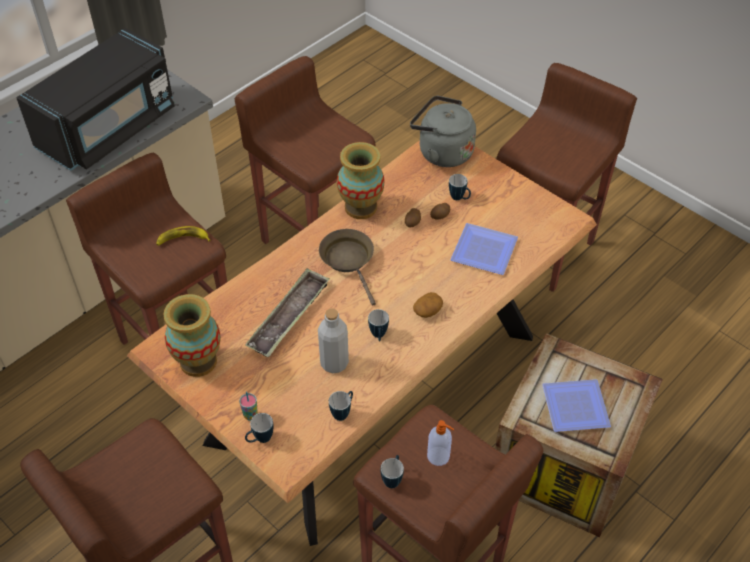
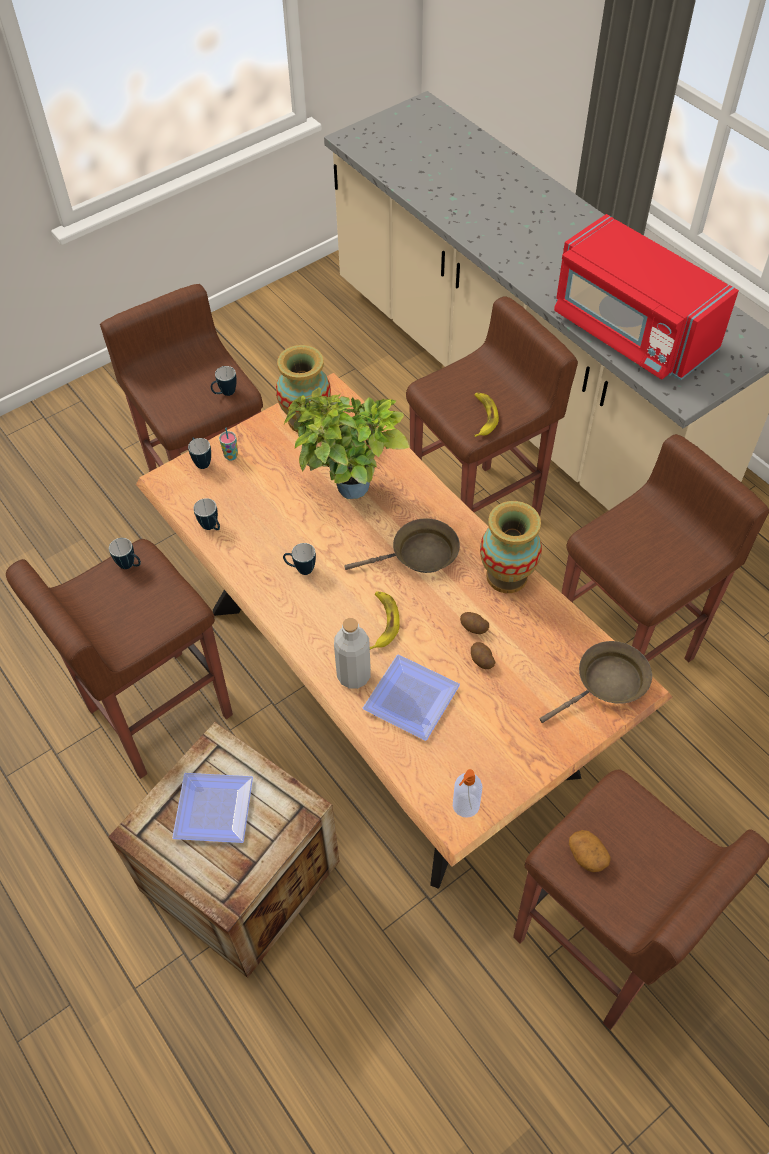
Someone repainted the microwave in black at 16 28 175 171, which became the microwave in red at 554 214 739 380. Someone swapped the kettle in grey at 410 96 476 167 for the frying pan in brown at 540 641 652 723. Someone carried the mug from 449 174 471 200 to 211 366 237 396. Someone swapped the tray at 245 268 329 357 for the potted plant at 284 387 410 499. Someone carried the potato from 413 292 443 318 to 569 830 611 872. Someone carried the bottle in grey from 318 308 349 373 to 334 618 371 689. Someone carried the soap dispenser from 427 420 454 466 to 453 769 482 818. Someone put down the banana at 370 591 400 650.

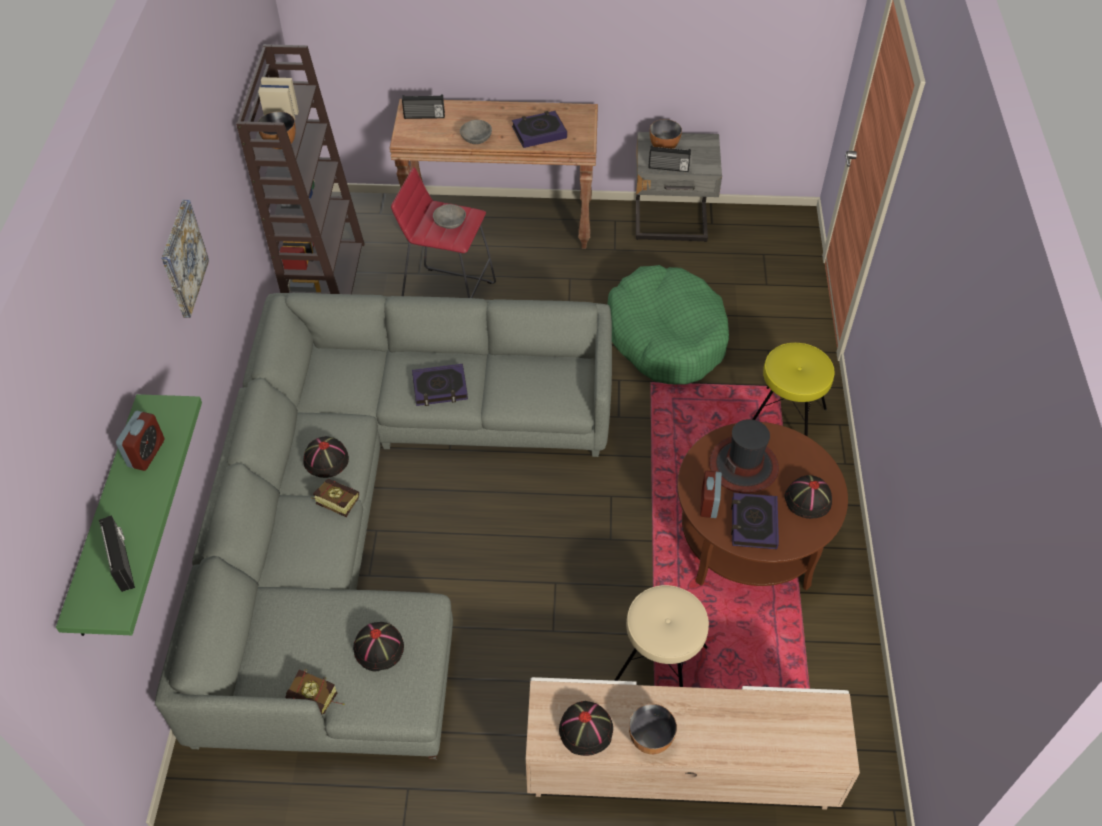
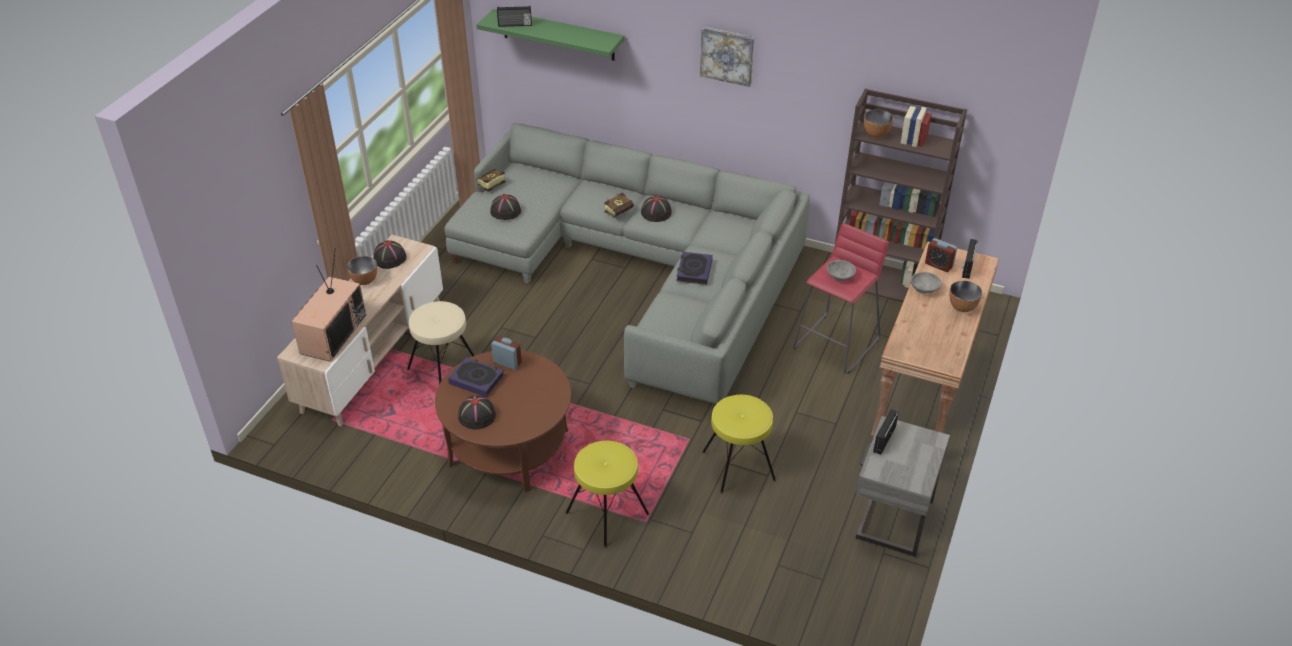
Someone took away the book at 512 111 567 148. Someone carried the bowl from 650 119 682 149 to 949 281 982 312. Someone swapped the dog bed in green at 607 265 729 385 for the stool in yellow at 702 395 776 494. Someone carried the alarm clock from 116 411 164 471 to 925 238 957 272. Someone took away the hat at 709 419 779 493. Someone put down the television at 291 248 366 362.

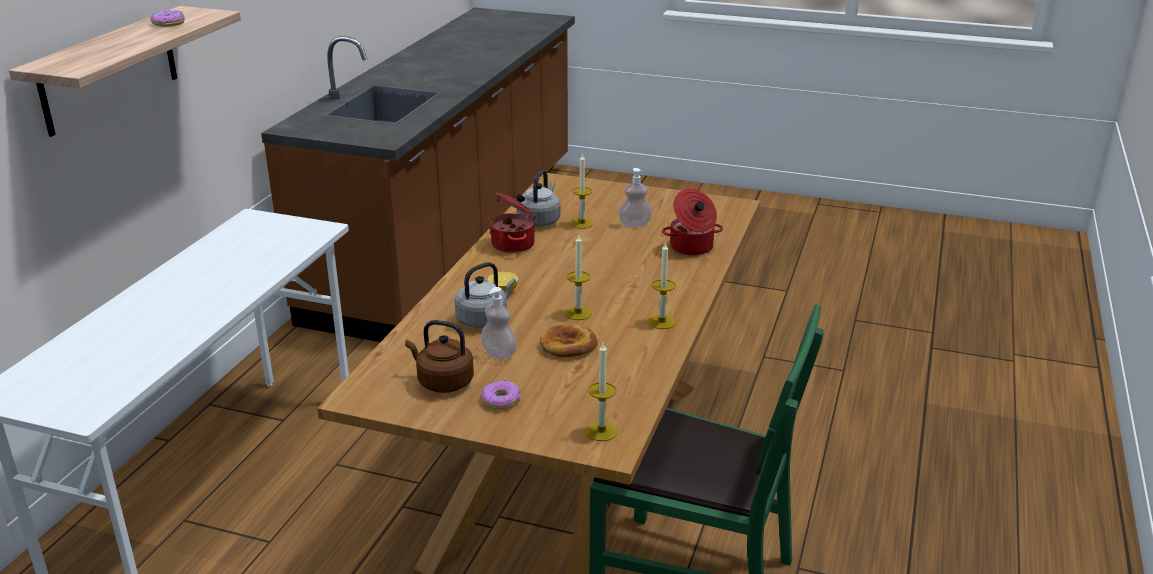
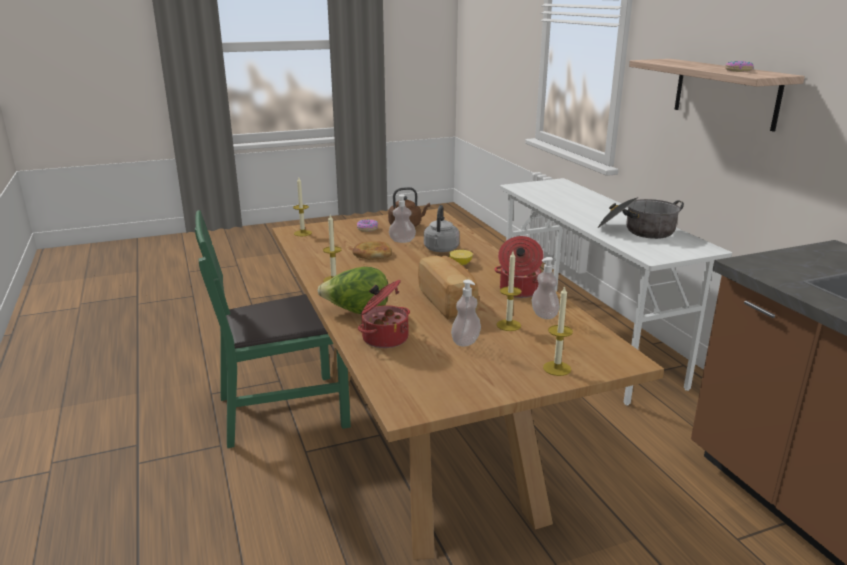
Someone swapped the kettle in grey at 517 170 561 227 for the soap dispenser at 531 257 560 319. Someone carried the candle from 565 234 592 320 to 543 286 573 376. Someone put down the cooking pot at 598 197 684 239. Someone put down the bread at 418 256 479 319. Someone put down the lettuce at 318 267 388 314.

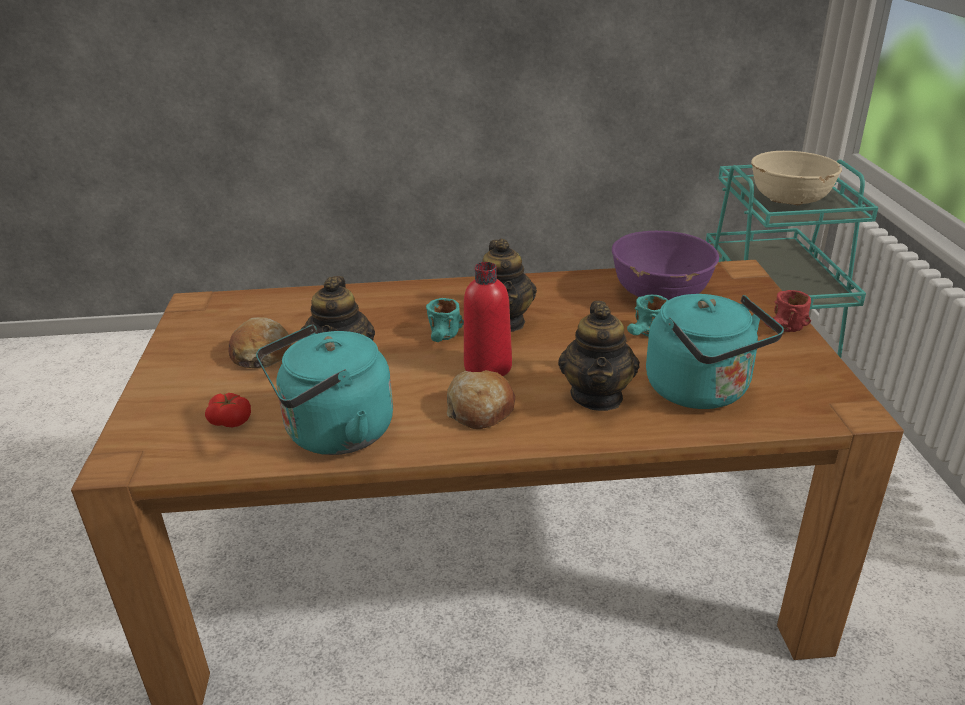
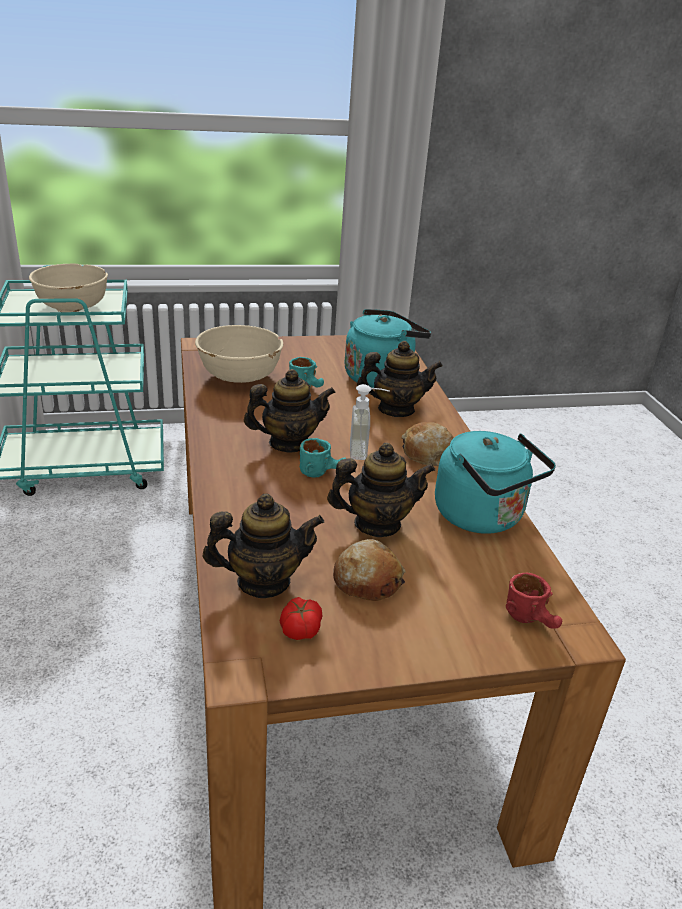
Someone repainted the bowl in purple at 612 231 719 300, which became the bowl in beige at 195 325 283 383. Someone swapped the bottle in red at 464 262 512 376 for the soap dispenser at 350 384 390 460. Someone carried the mug in red from 764 290 811 332 to 506 572 562 629. Someone carried the tomato from 205 393 251 427 to 280 597 322 640. Someone put down the teapot at 203 494 324 598.

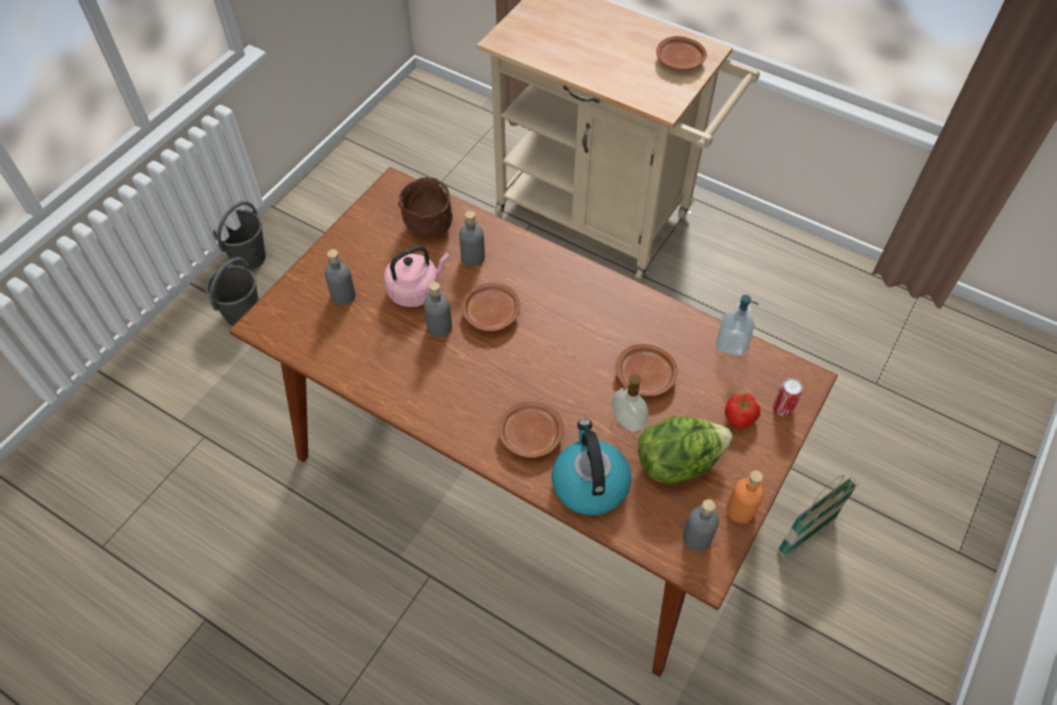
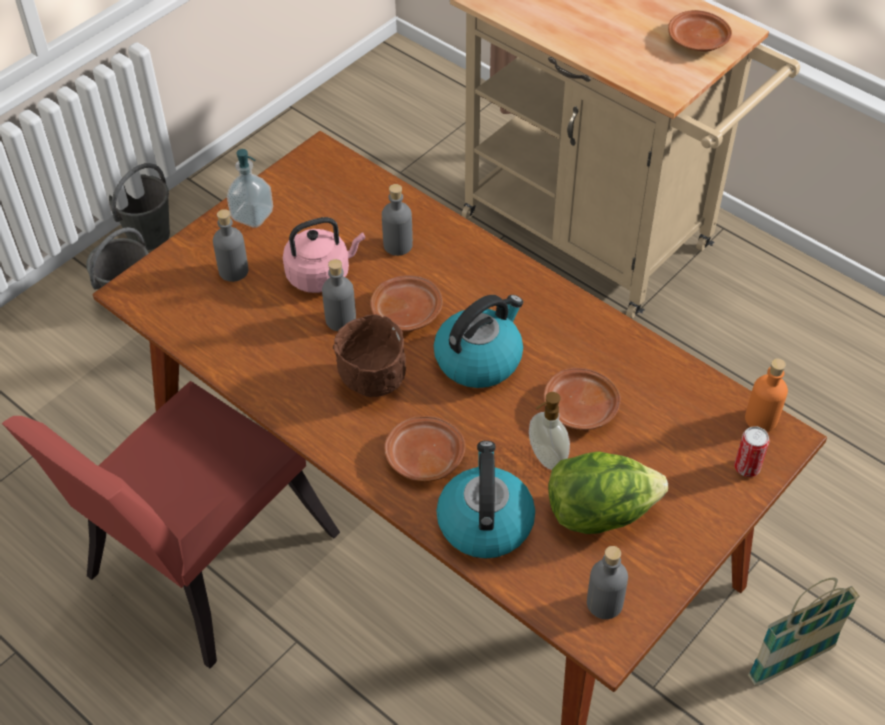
Someone carried the bowl in brown from 398 177 453 238 to 333 314 406 397. Someone carried the soap dispenser from 716 295 759 356 to 227 149 273 228. Someone took away the tomato at 725 393 760 429. Someone carried the bottle in orange from 726 470 764 523 to 745 358 788 432. Someone put down the kettle at 434 295 523 388. Someone put down the chair in red at 2 381 340 669.

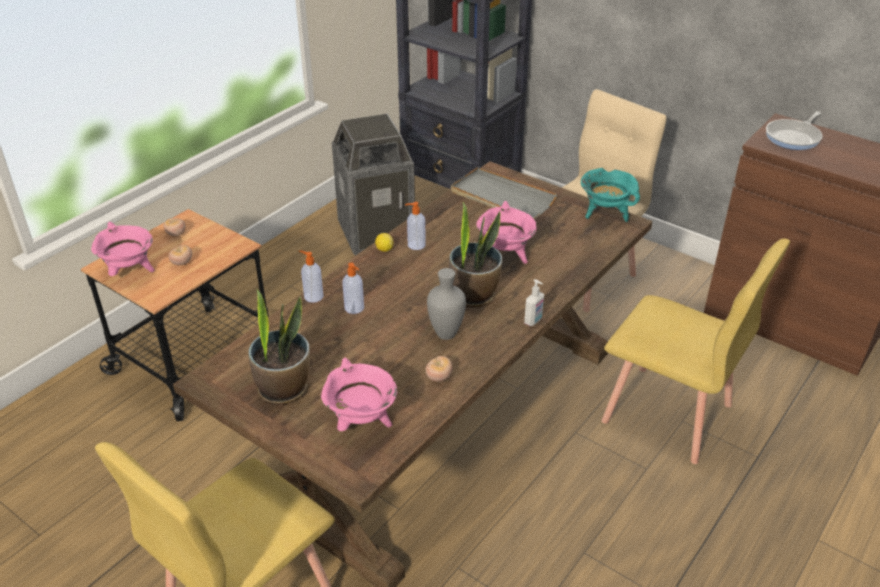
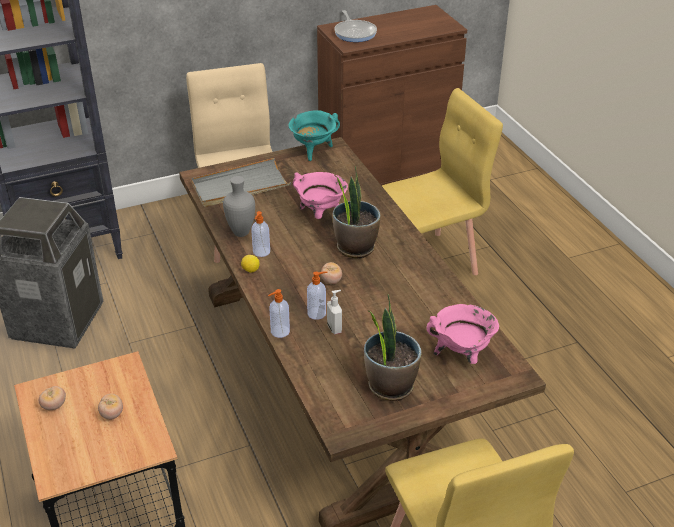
Someone took away the cooking pot in pink at 91 221 155 276. Someone carried the vase in grey from 427 268 466 340 to 223 176 255 237. Someone carried the soap dispenser from 524 279 544 326 to 327 290 342 334. Someone carried the tomato from 425 356 453 382 to 321 262 342 284.

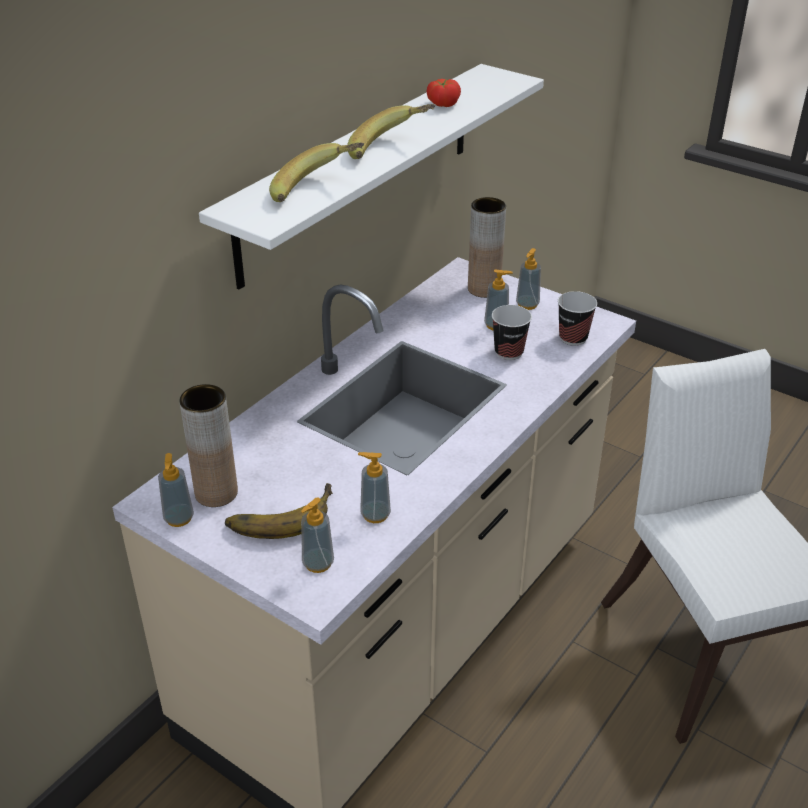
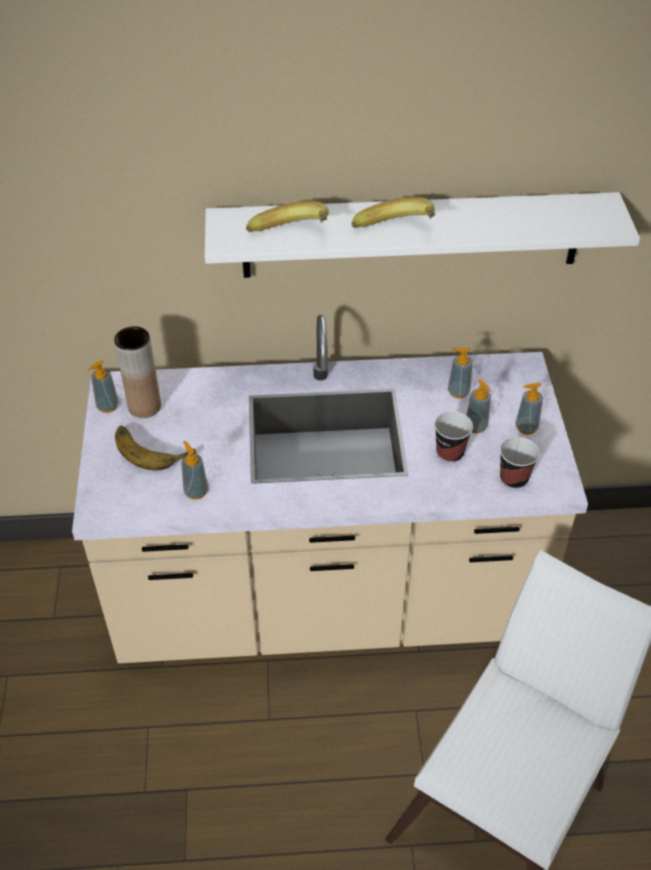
Someone took away the tomato at 427 79 461 107. Someone took away the vase in brown at 468 197 506 298. Someone carried the soap dispenser from 301 497 334 573 to 448 347 473 399.

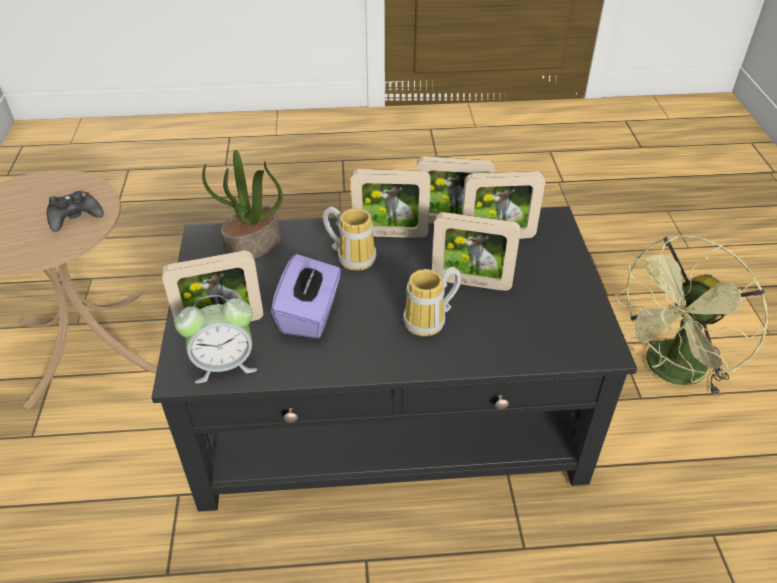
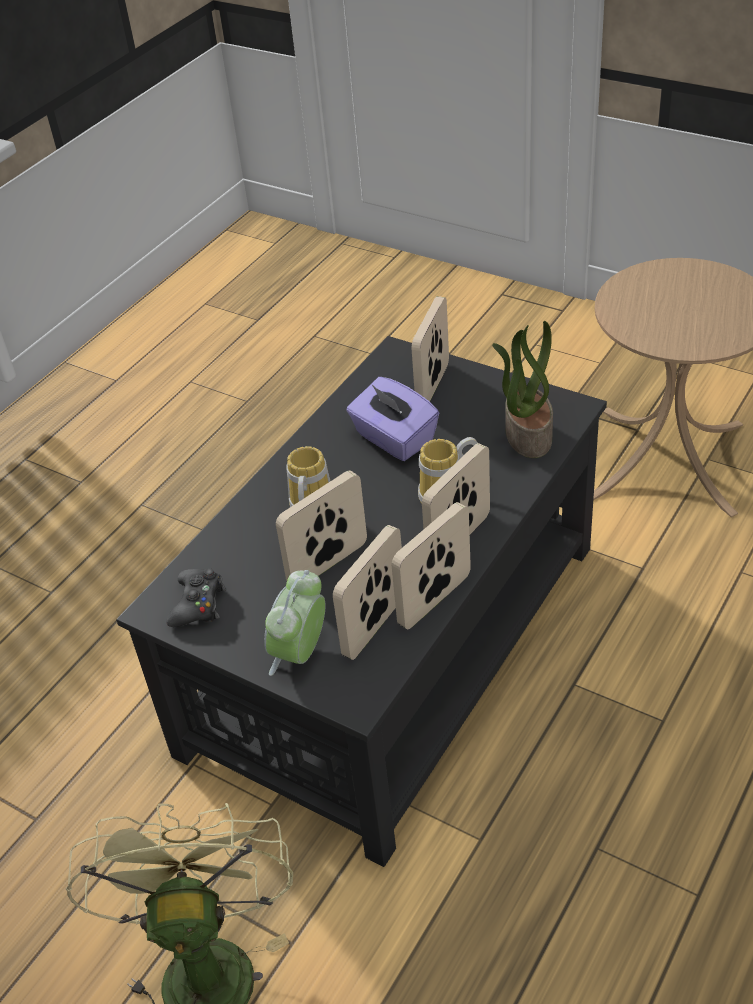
Someone carried the game controller in black from 47 190 104 232 to 166 568 226 627. Someone carried the alarm clock from 175 295 257 383 to 264 570 326 676.

